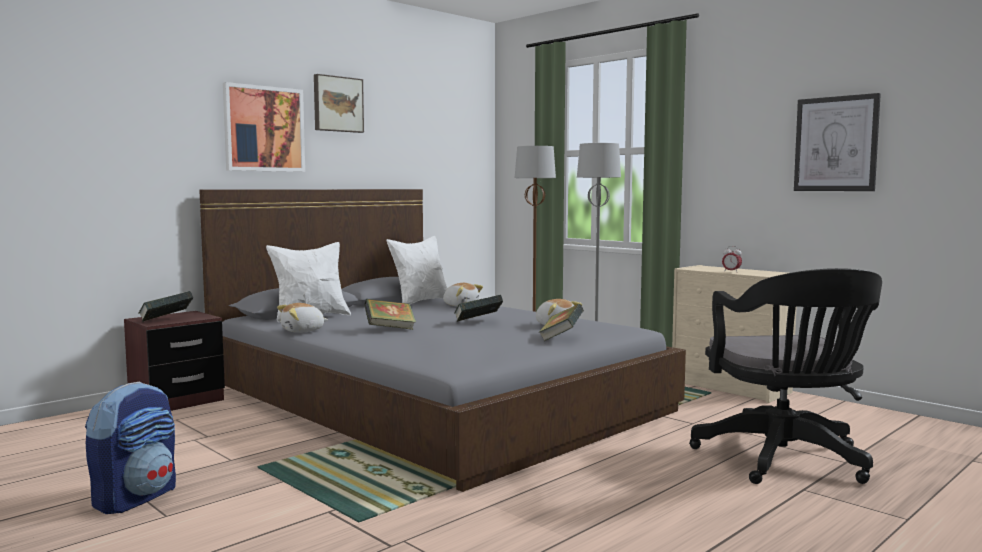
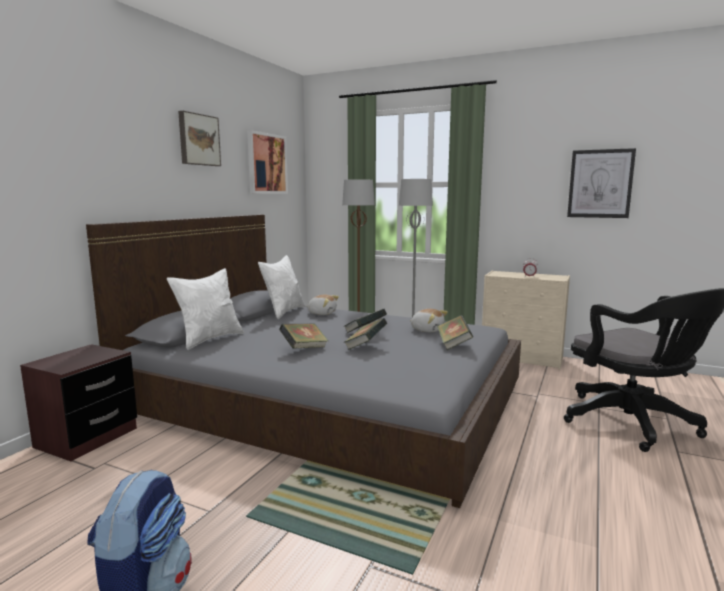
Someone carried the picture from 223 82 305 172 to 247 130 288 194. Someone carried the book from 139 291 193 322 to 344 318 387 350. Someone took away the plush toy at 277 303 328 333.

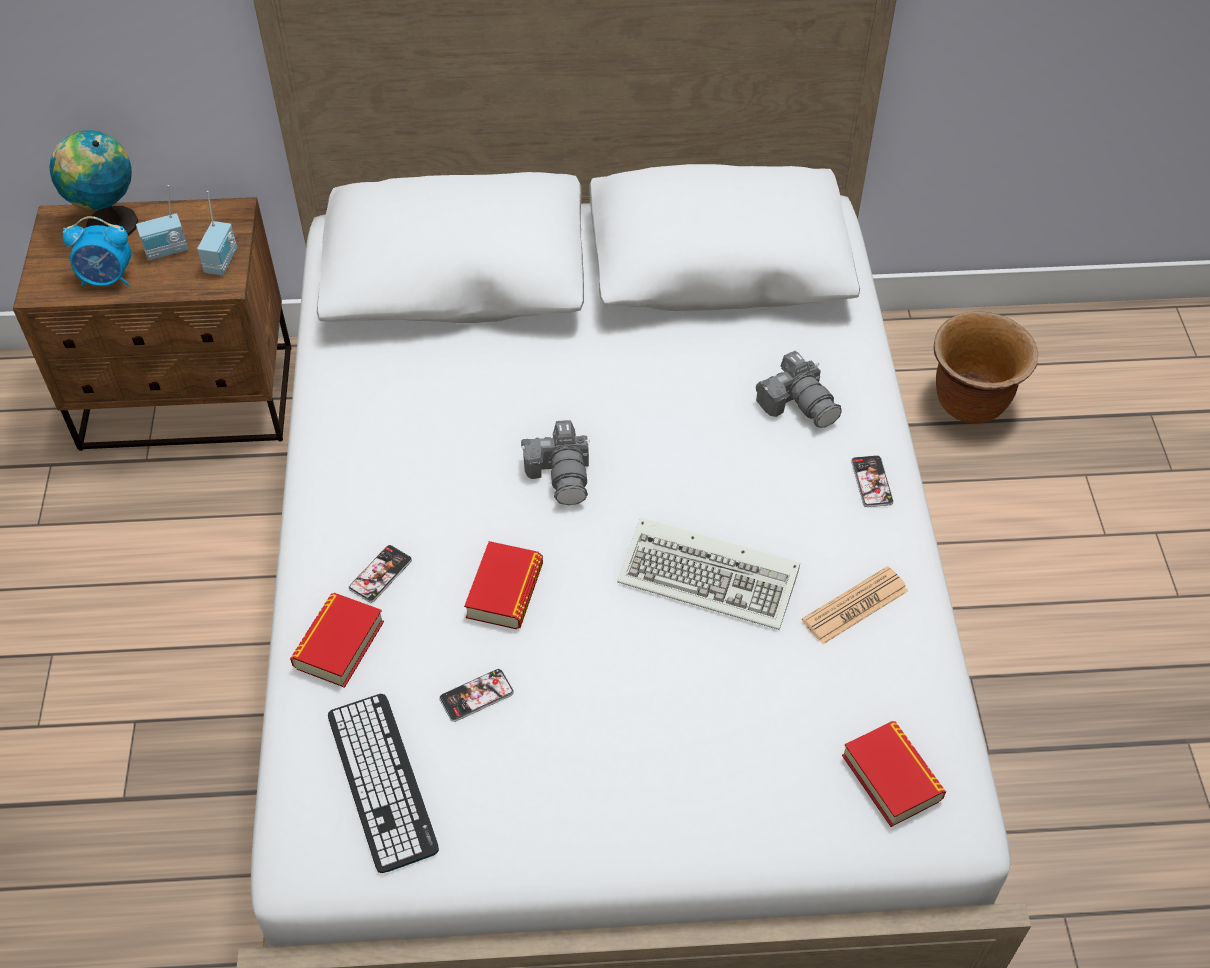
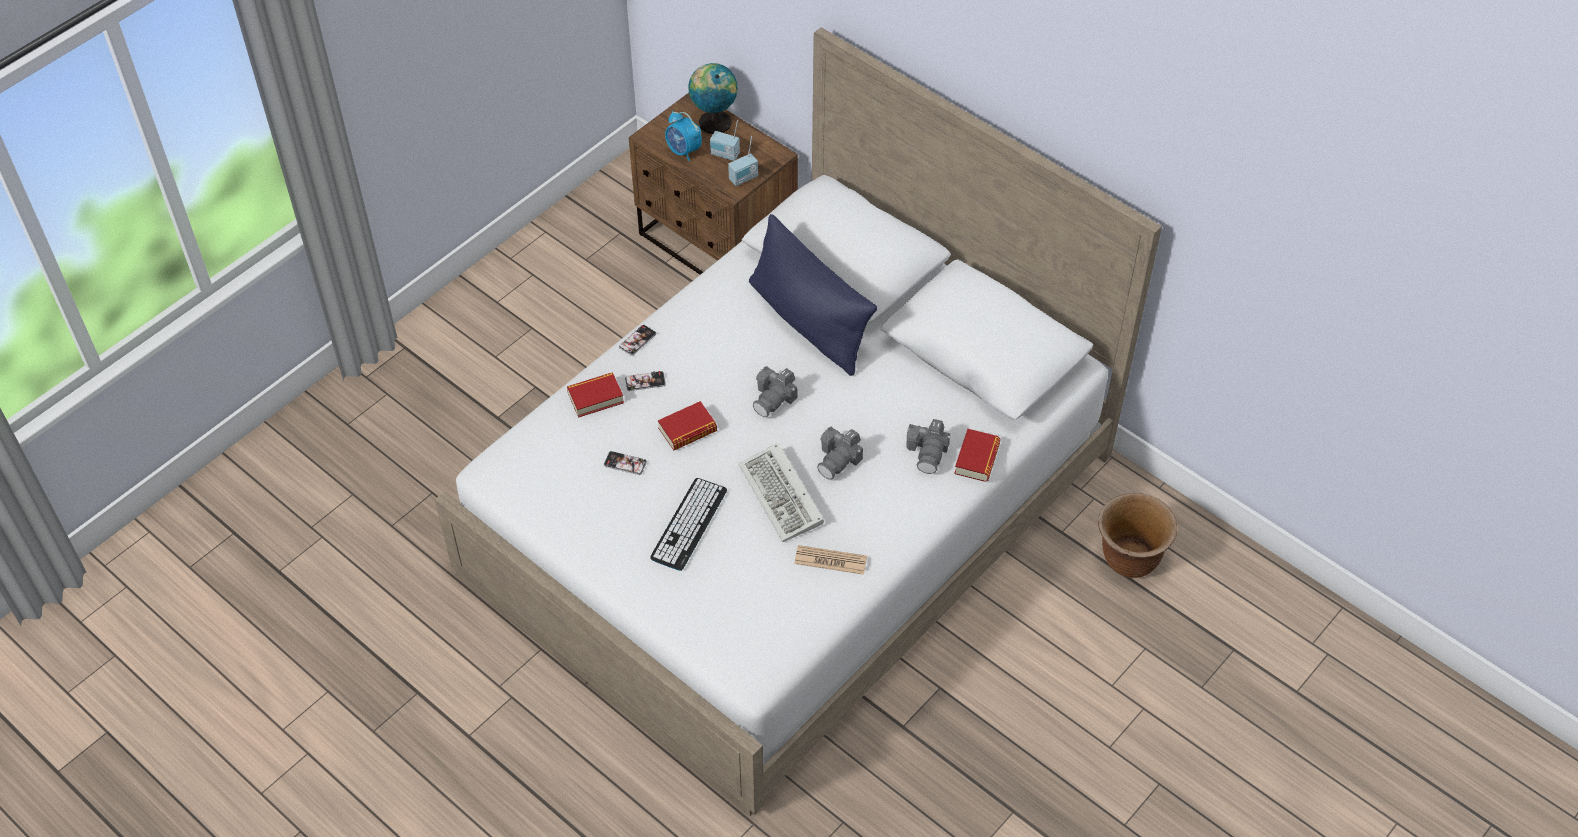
Someone carried the phone from 851 455 894 507 to 619 325 656 356. Someone carried the keyboard from 328 694 439 873 to 650 478 727 571. Someone carried the book from 842 721 946 827 to 954 429 1001 482. Someone put down the pillow in blue at 749 214 877 376. Someone put down the photo camera at 817 427 863 479.

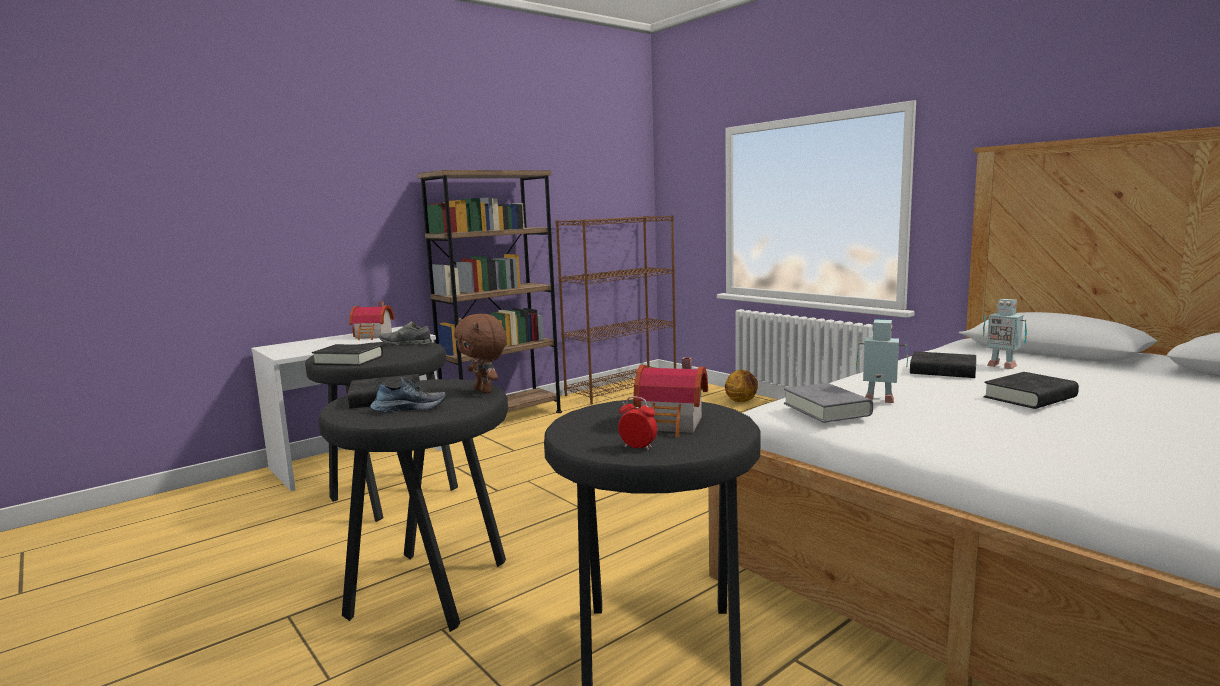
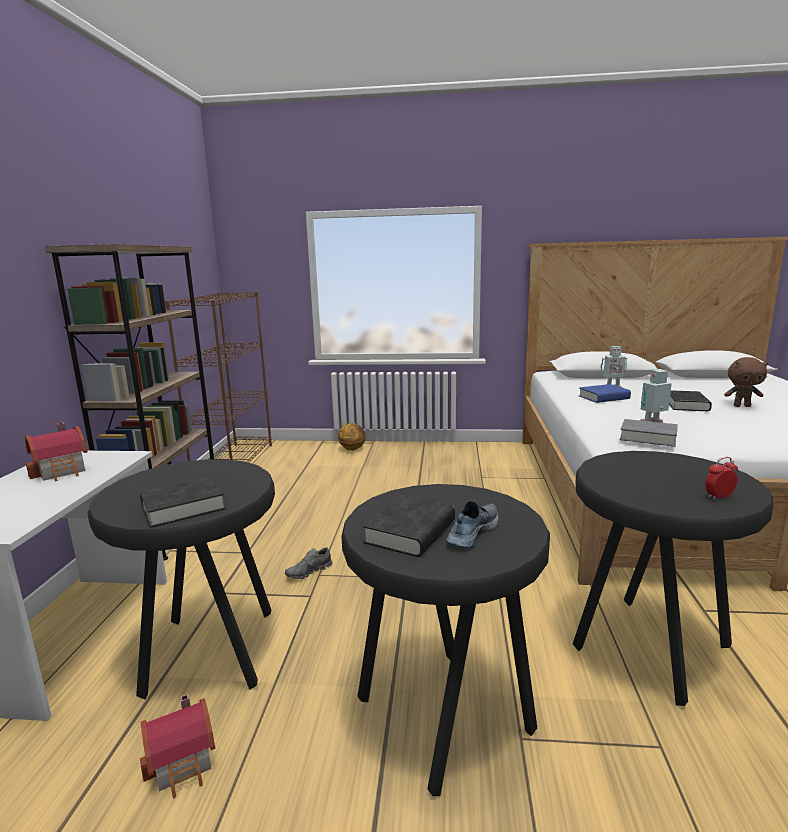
Someone carried the plush toy in brown from 454 314 507 394 to 724 357 769 407. Someone carried the shoe in grey from 379 321 432 346 to 285 547 332 579. Someone repainted the book in black at 910 351 976 378, which became the book in blue at 579 384 631 403. Someone carried the toy house from 633 357 708 437 to 140 694 215 798.

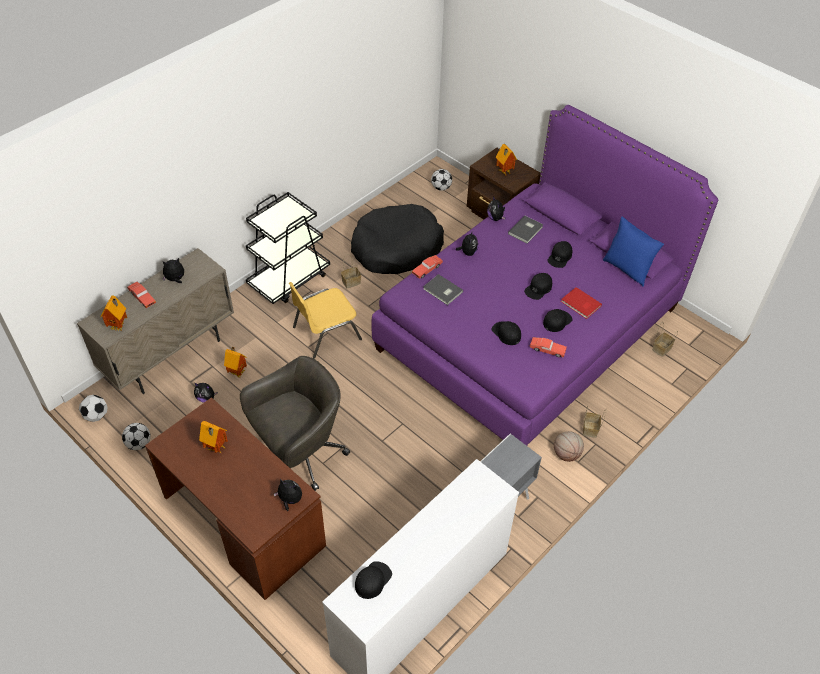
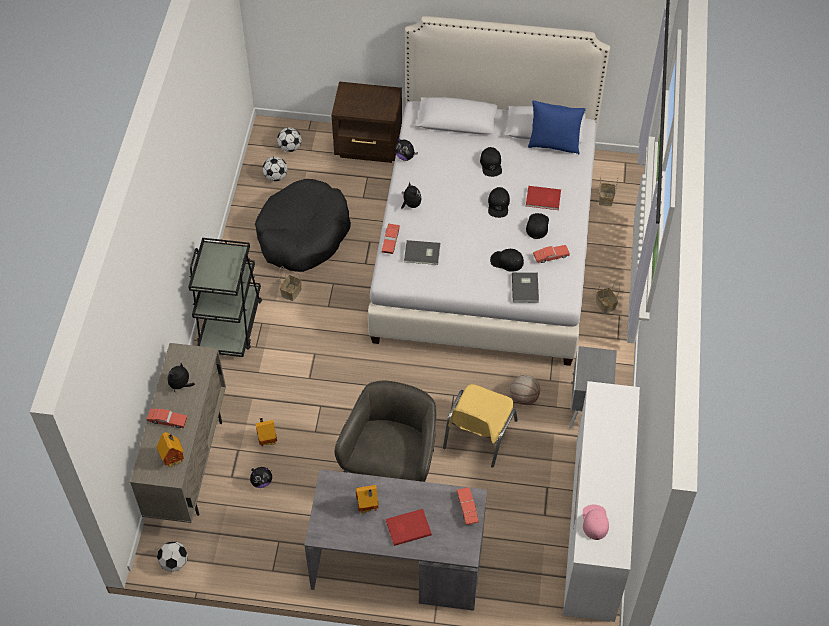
Someone repainted the bed in purple at 371 105 718 446, which became the bed in white at 368 16 610 366. Someone took away the toy house at 496 144 517 175. Someone carried the book in grey from 508 216 543 243 to 512 272 539 303. Someone carried the chair in yellow from 289 282 362 359 to 443 384 518 468. Someone repainted the desk in brown at 145 397 326 600, which became the desk in grey at 304 469 487 611. Someone carried the football from 122 423 151 450 to 263 157 287 181. Someone carried the basketball from 554 431 584 462 to 510 375 540 405. Someone swapped the plush toy at 274 479 302 511 for the toy car in red at 457 487 479 525. Someone repainted the cap in black at 355 561 392 599, which became the cap in pink at 583 505 609 540. Someone put down the book in red at 386 509 432 546.

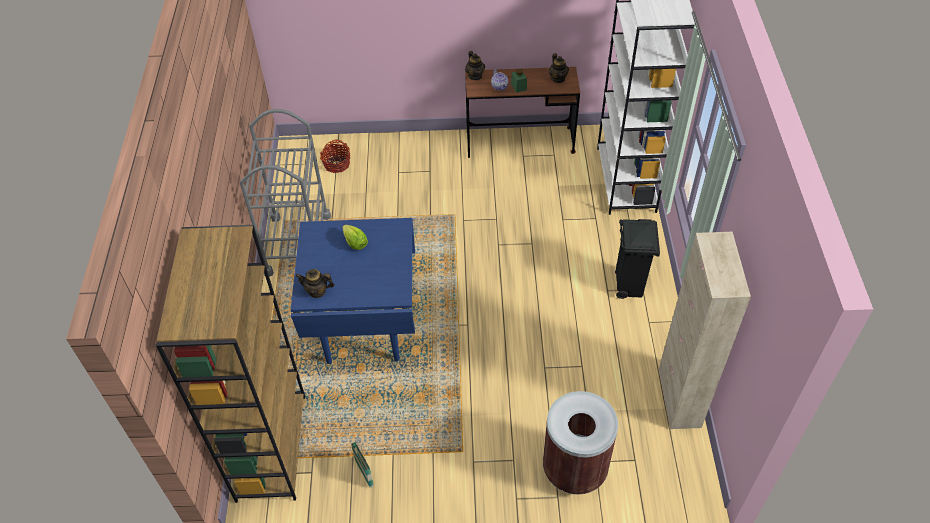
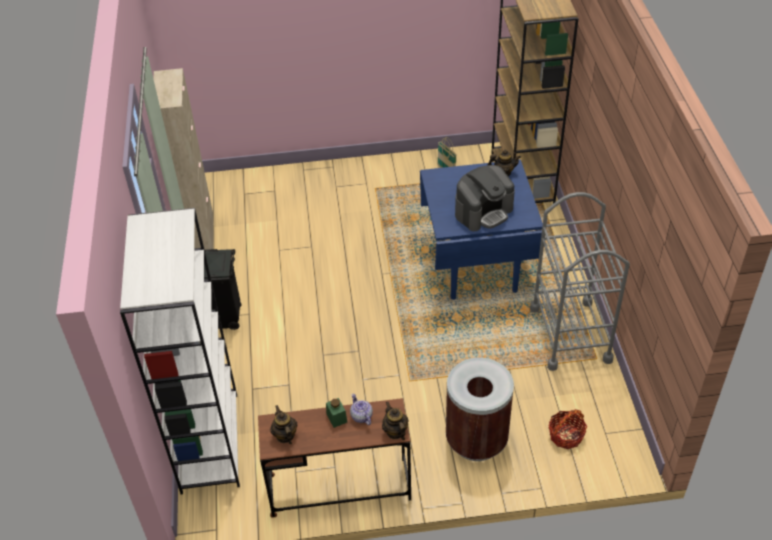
Someone swapped the lettuce at 343 224 368 250 for the coffee machine at 455 165 515 231. Someone carried the trash can in brown from 543 391 618 495 to 446 357 514 461.

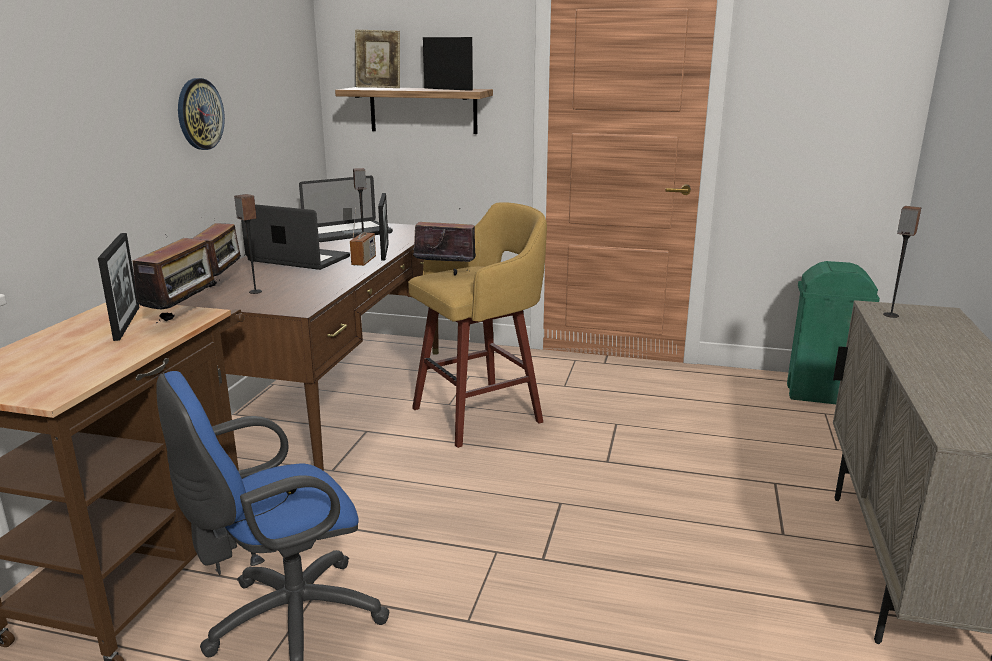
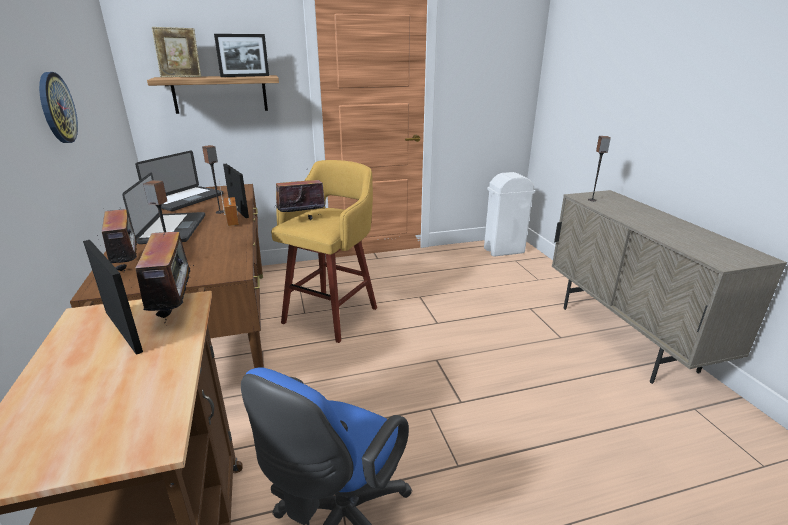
Someone rotated the picture frame at 423 37 473 91 by 150 degrees clockwise. Someone rotated the laptop at 241 204 350 270 by 90 degrees clockwise. Someone repainted the trash can in green at 787 261 880 404, which became the trash can in white at 484 172 536 257.

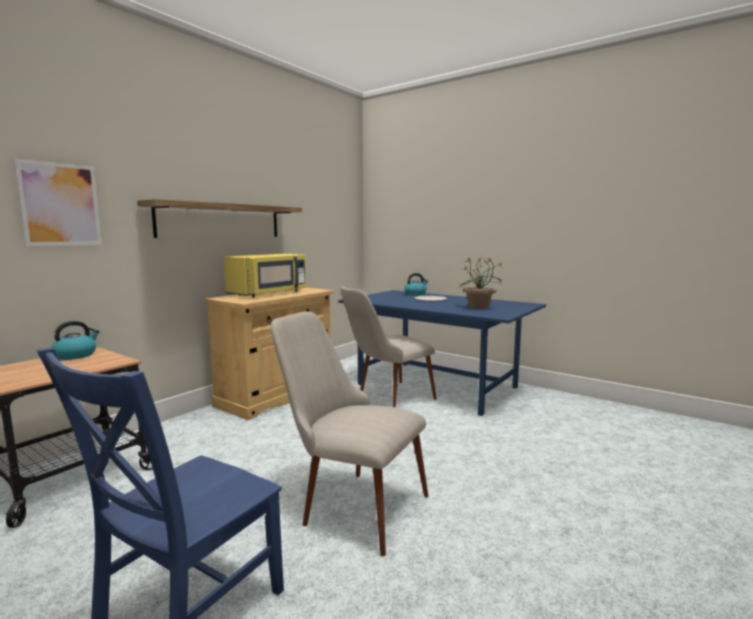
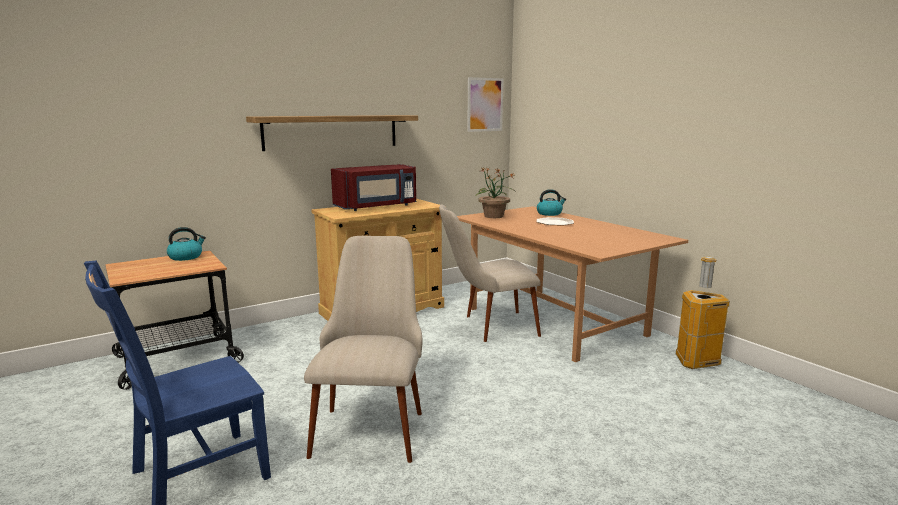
Someone carried the picture from 14 158 102 246 to 467 77 503 132. Someone repainted the microwave in yellow at 224 254 306 298, which became the microwave in red at 331 164 416 211. Someone carried the potted plant from 460 257 503 309 to 475 168 516 218. Someone repainted the dining table in blue at 338 290 546 416, which became the dining table in brown at 457 206 688 362. Someone rotated the chair in beige at 271 311 429 556 by 45 degrees clockwise. Someone put down the trash can at 676 257 730 369.

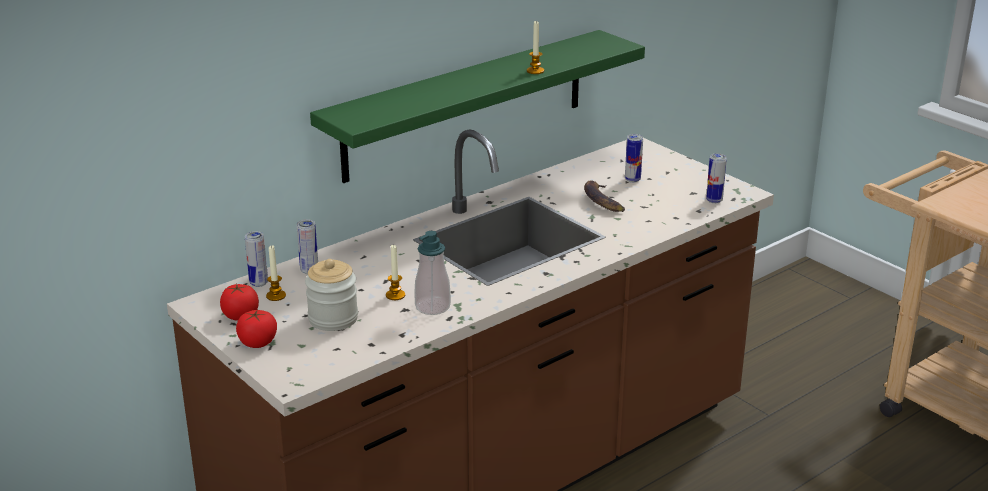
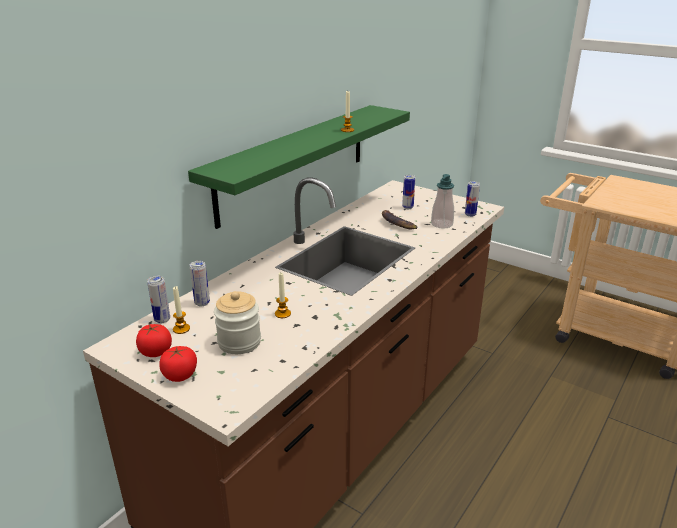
Someone carried the soap dispenser from 414 231 451 315 to 431 174 454 229.

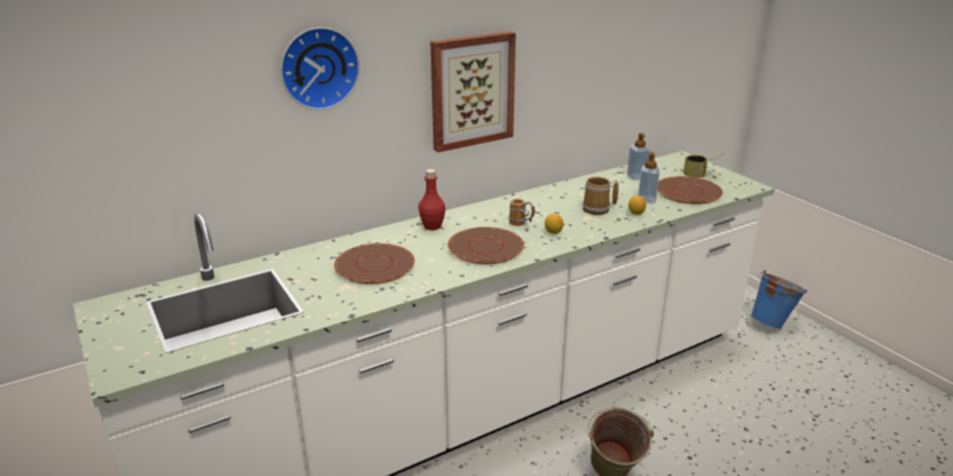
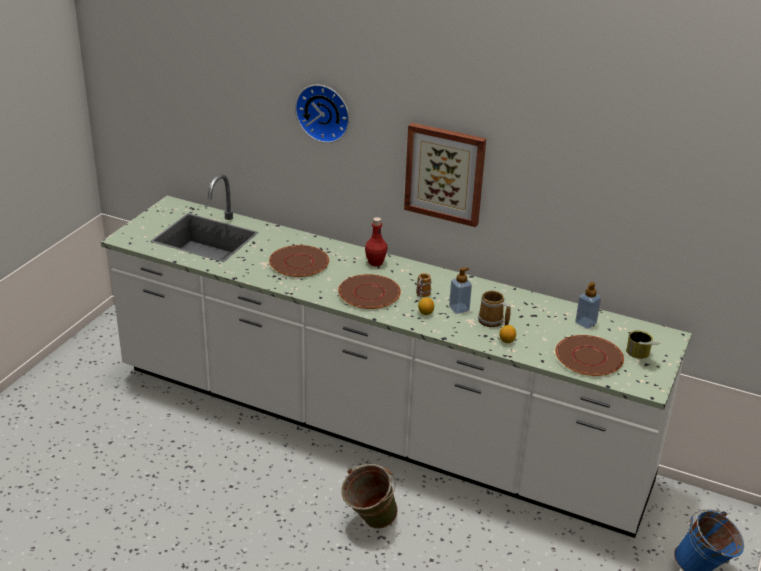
Someone carried the soap dispenser from 638 152 660 204 to 449 267 472 314.

